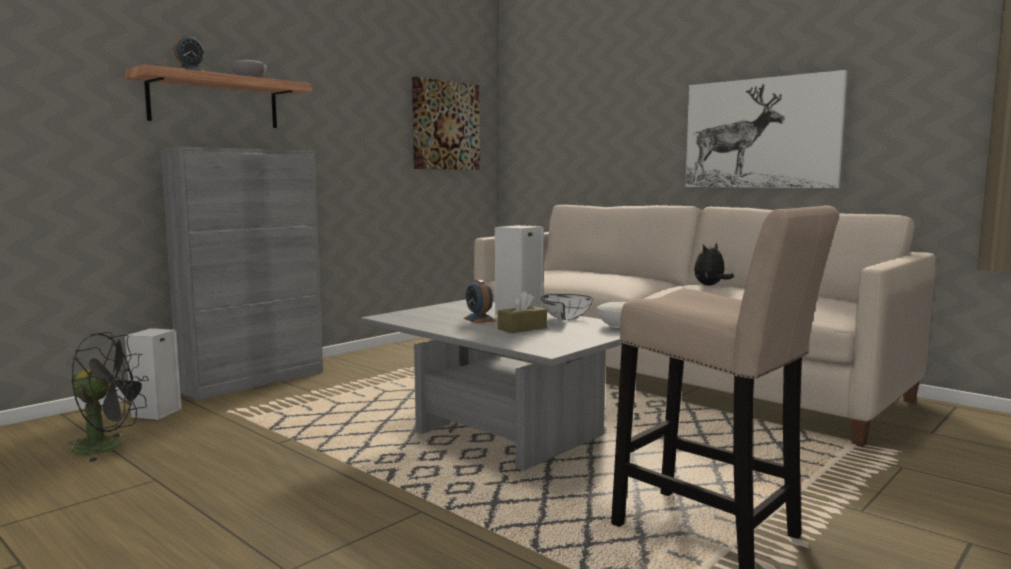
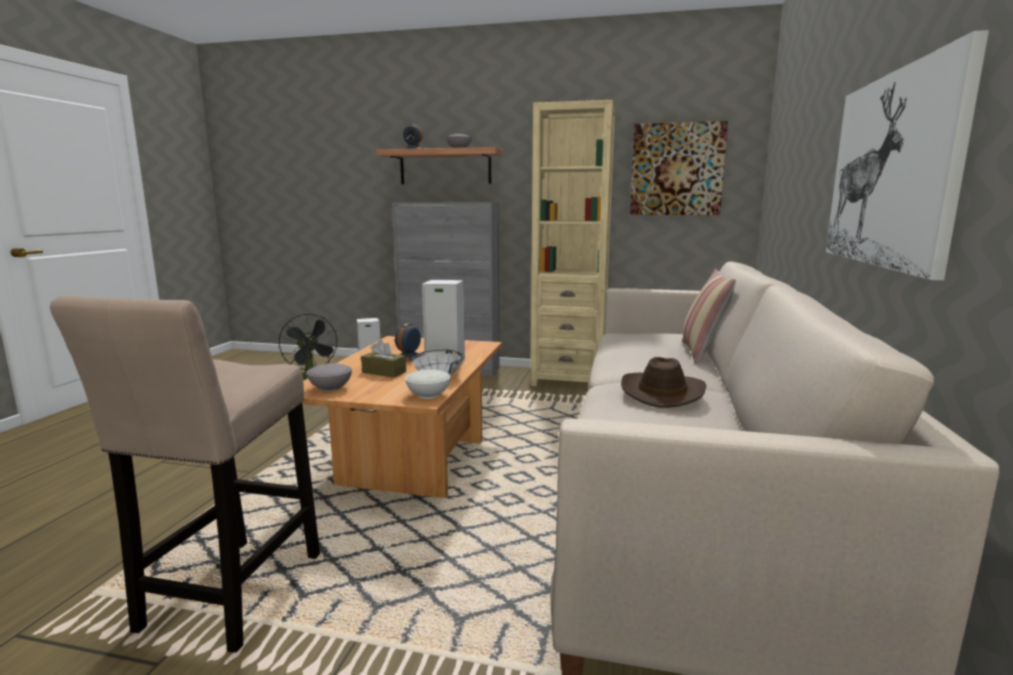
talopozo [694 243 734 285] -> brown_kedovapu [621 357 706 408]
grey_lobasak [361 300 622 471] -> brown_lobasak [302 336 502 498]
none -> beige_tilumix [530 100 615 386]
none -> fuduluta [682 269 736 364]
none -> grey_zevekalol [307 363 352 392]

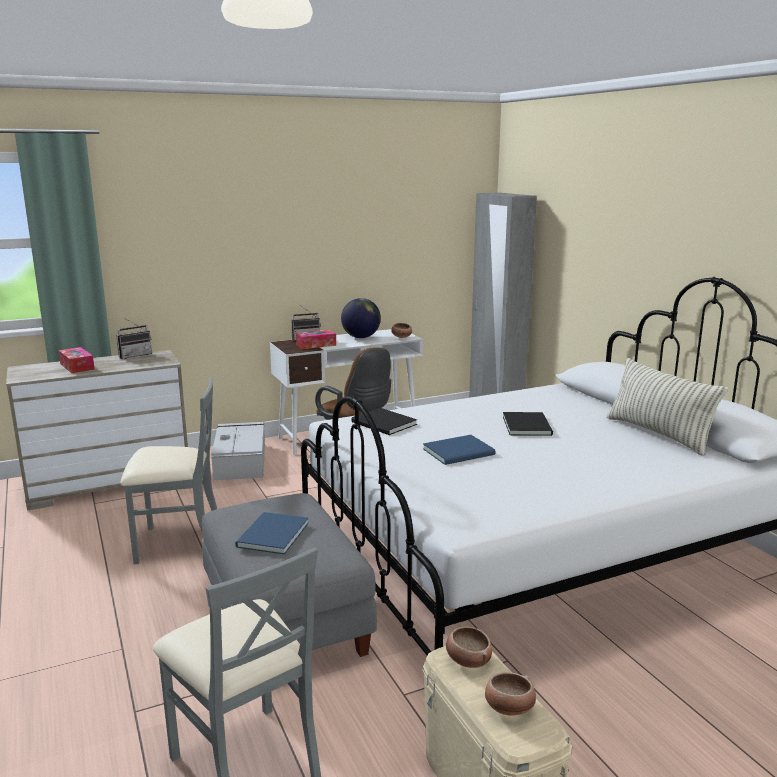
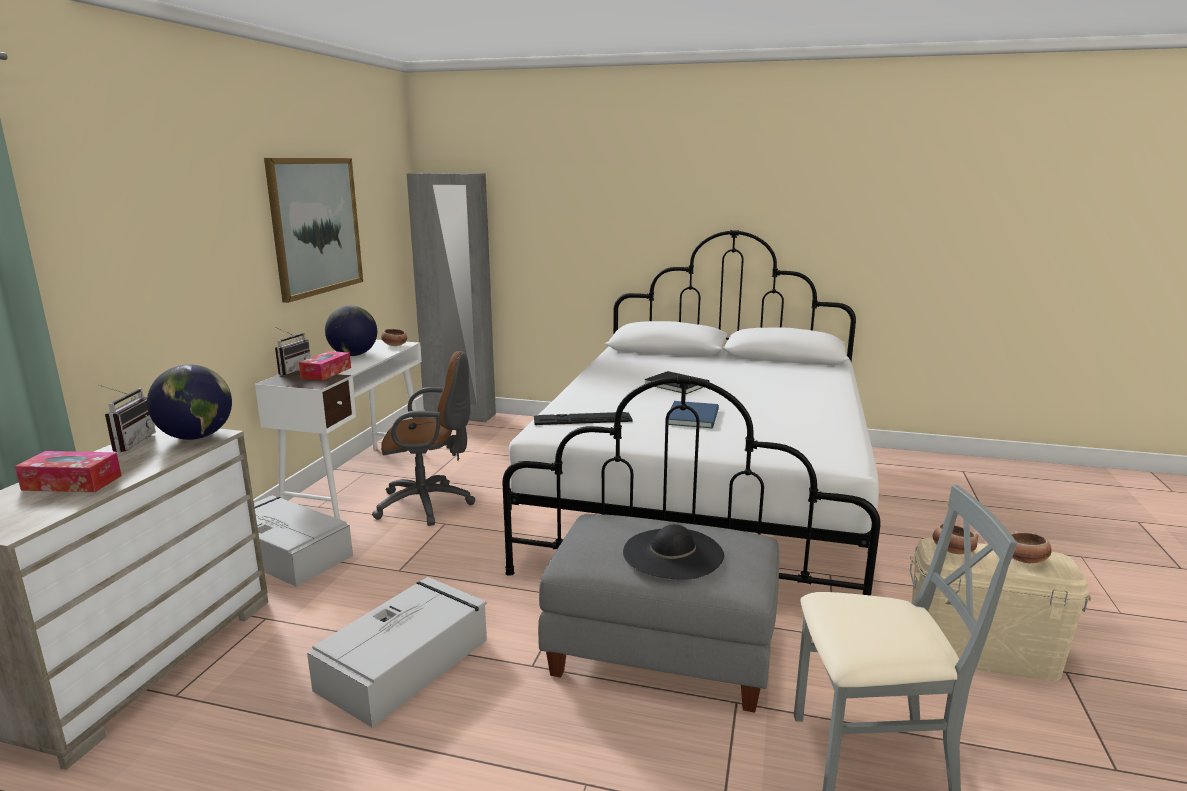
fuduluta [607 358 728 456] -> none
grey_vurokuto [121 377 217 564] -> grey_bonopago [307 577 487 727]
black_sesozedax [352 408 417 435] -> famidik [534 412 633 425]
blue_sesozedax [235 512 309 555] -> black_kedovapu [623 524 724 580]
none -> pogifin [264 158 363 303]
none -> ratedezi [147 364 232 440]

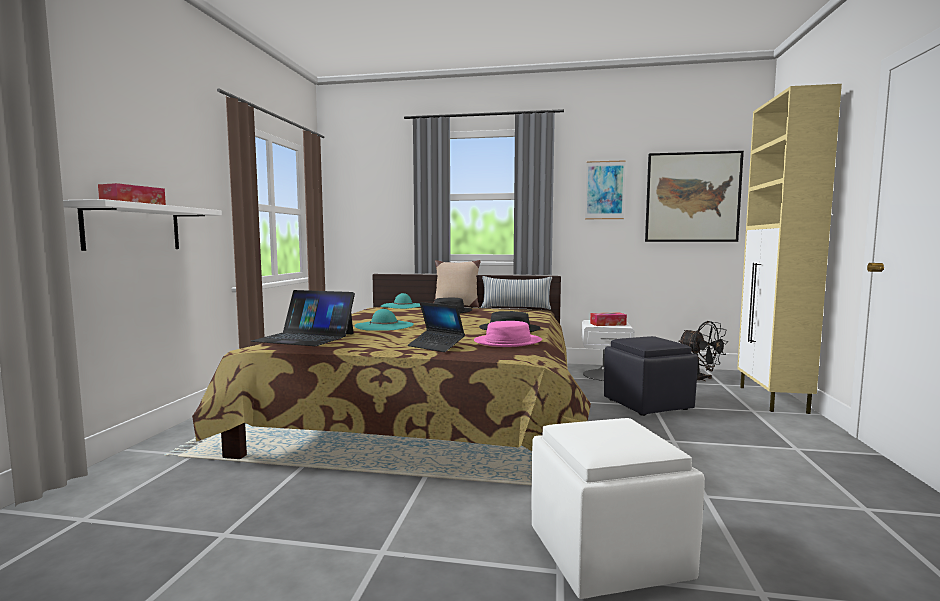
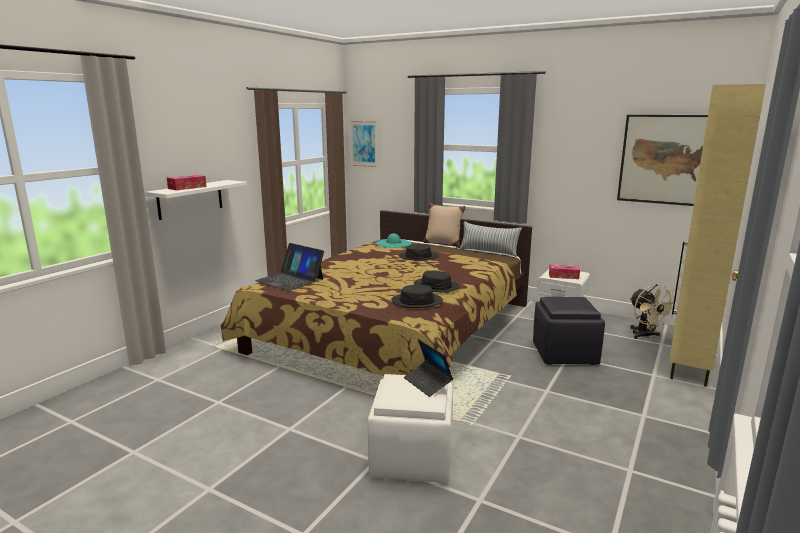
pogifin [585 160 626 219] -> pogifin [351 121 377 167], relocated
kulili [408 302 465 352] -> kulili [404 339 453 397], relocated
turquoise_kedovapu [354 309 414 331] -> none
pink_kedovapu [474 321 542 347] -> black_kedovapu [391 285 443 308]
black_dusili [679 321 728 381] -> beige_dusili [630 284 677 339]

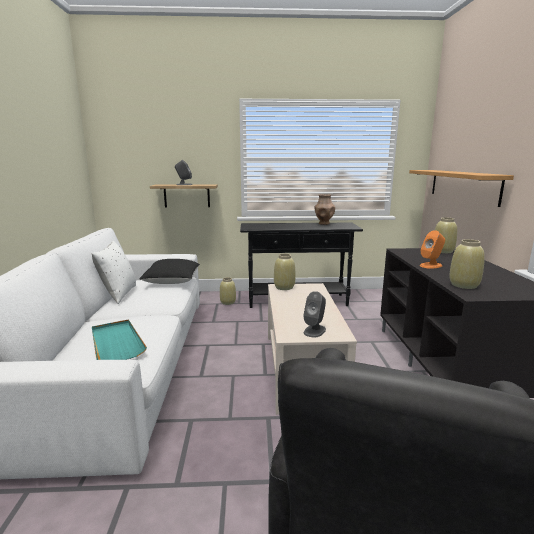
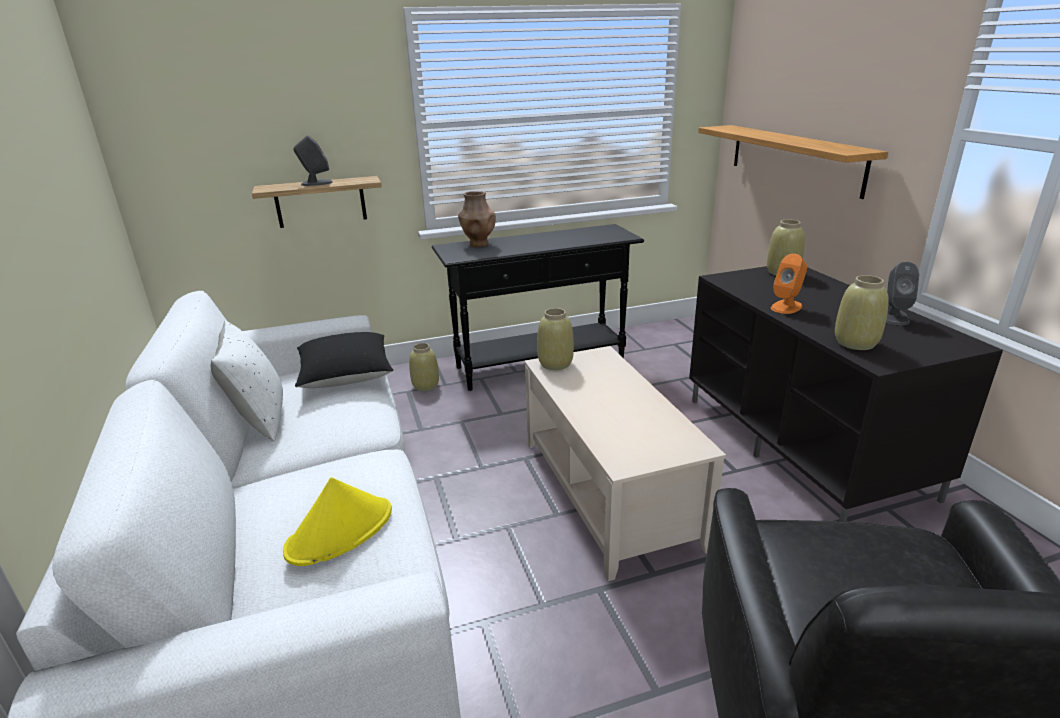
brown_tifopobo [315 194 335 225] -> brown_tifopobo [458 191 496 247], relocated
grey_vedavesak [303 291 326 338] -> grey_vedavesak [886 262 919 325], relocated
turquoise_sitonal [92 319 147 360] -> yellow_kedovapu [283 477 392 566]

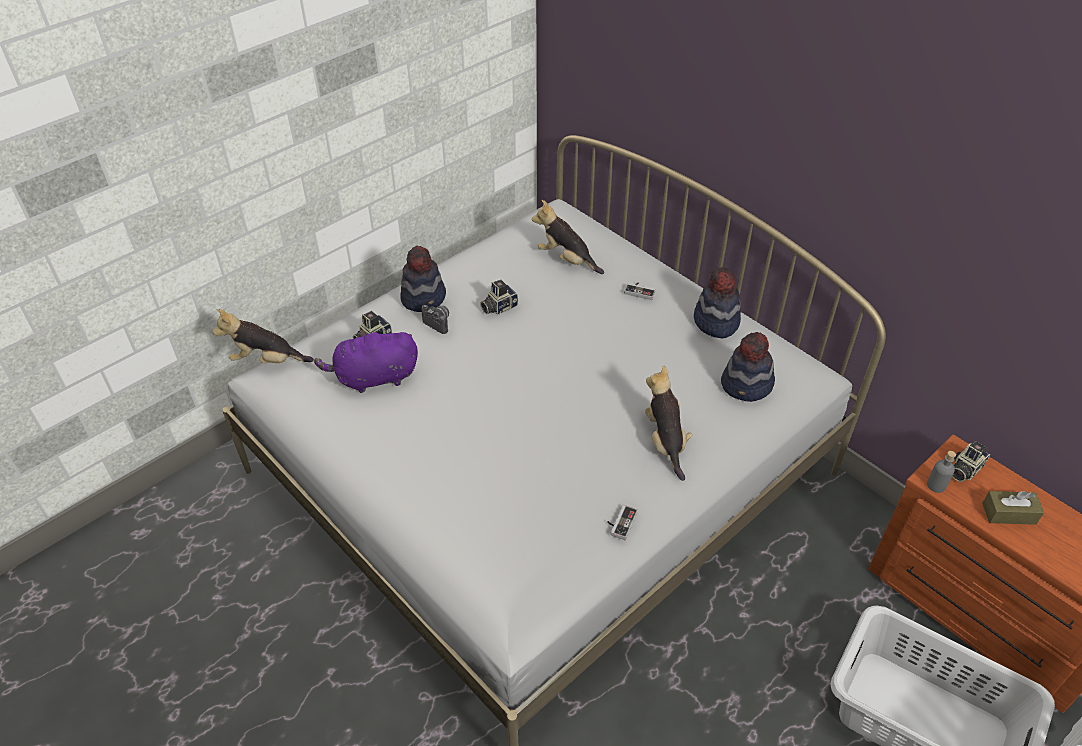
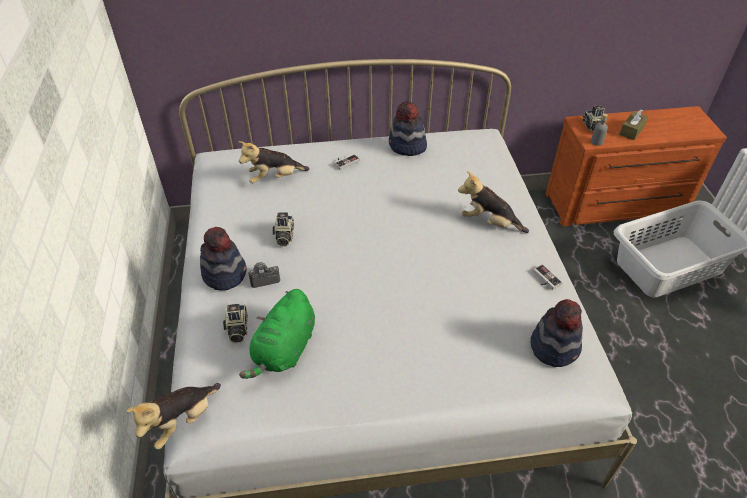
purple_talopozo [314 329 418 393] -> green_talopozo [239 289 315 379]
kedovapu [721 332 775 402] -> kedovapu [531 299 583 367], relocated

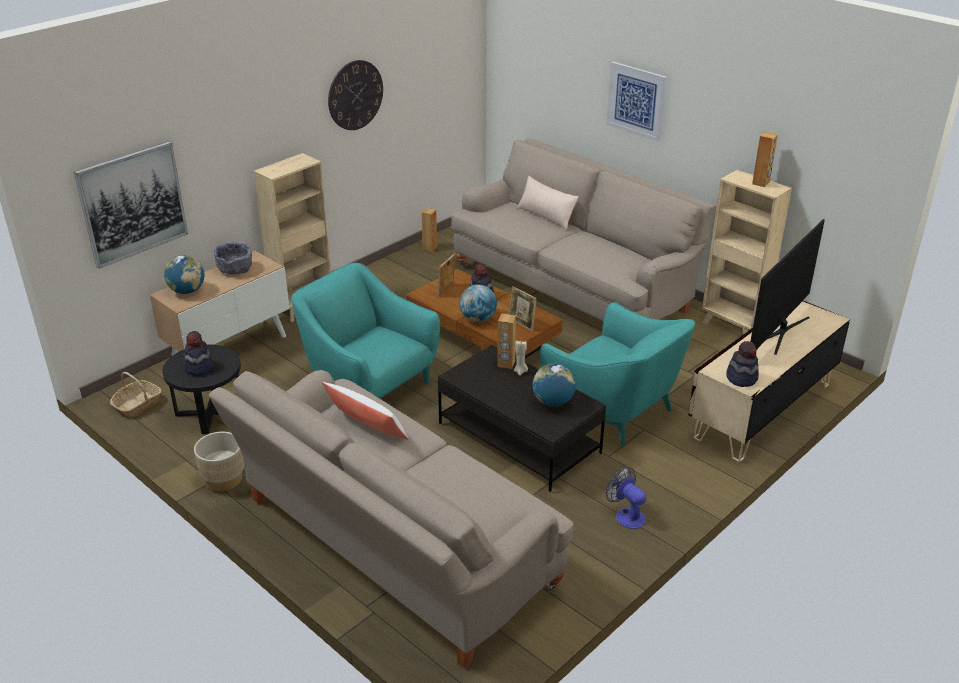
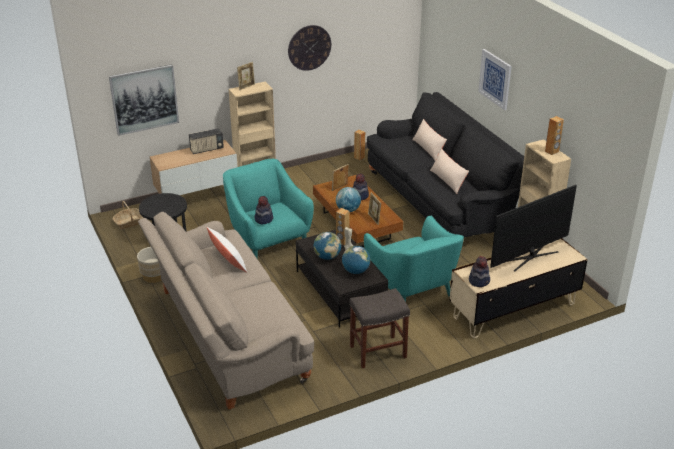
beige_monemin [451 138 716 321] -> black_monemin [367 92 524 238]
grey_zevekalol [214 241 252 275] -> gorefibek [189 128 224 154]
ratedezi [164 255 204 294] -> ratedezi [314 232 341 260], relocated
kedovapu [184 331 214 376] -> kedovapu [255 196 273 224], relocated
dusili [606 467 646 529] -> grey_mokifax [349 288 410 369]
none -> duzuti [237 62 255 90]
none -> beige_fuduluta [430 148 469 194]

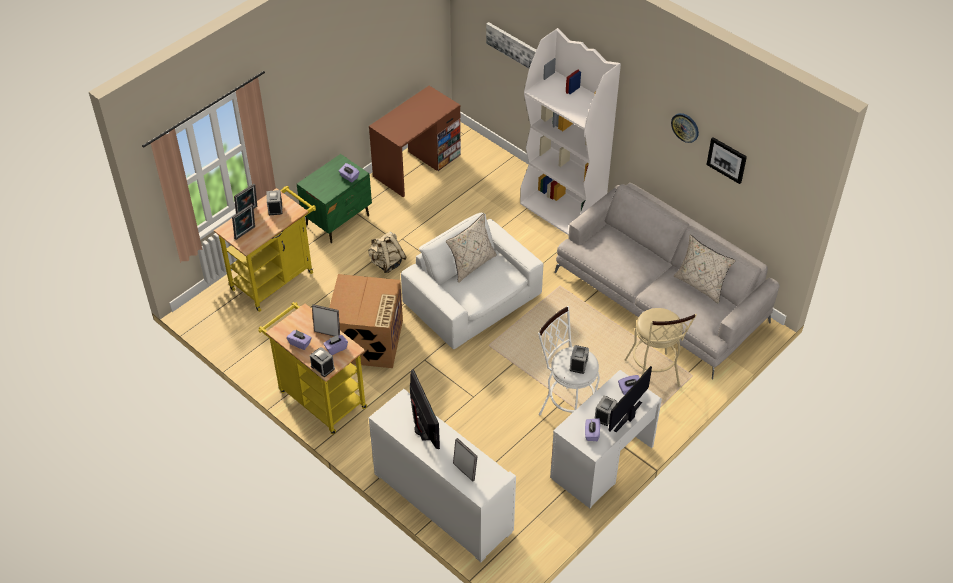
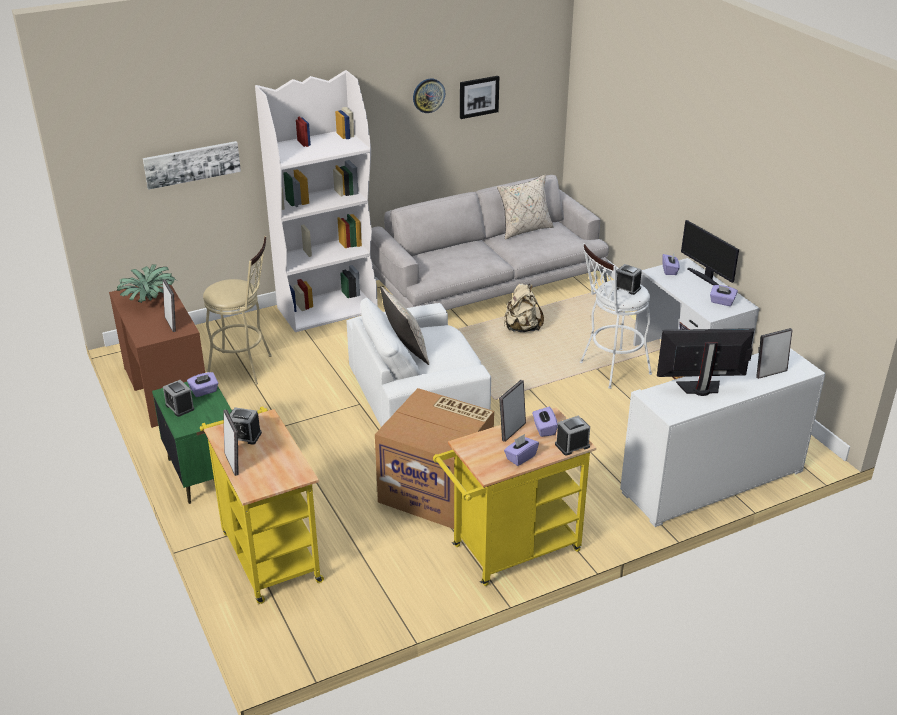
duzuti [232 204 255 240] -> duzuti [163 279 176 332], relocated
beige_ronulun [368 231 406 273] -> beige_ronulun [504 283 544 332], relocated
beige_mokifax [624 308 697 387] -> beige_mokifax [203 236 272 385], relocated
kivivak [594 395 618 426] -> kivivak [163 380 194 417], relocated
none -> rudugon [116 264 177 303]

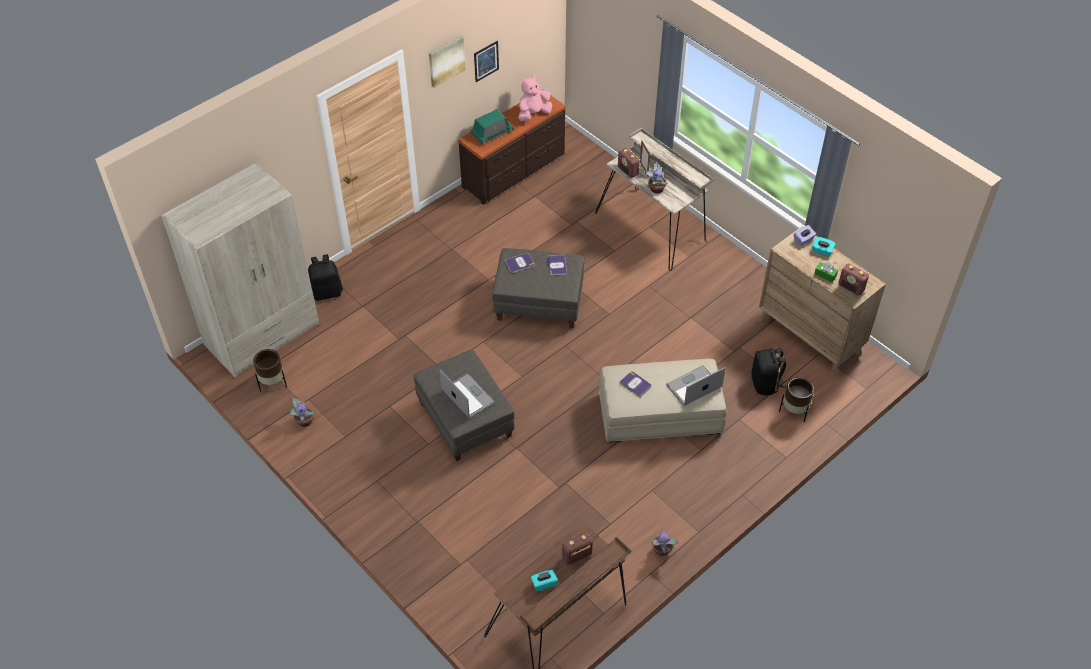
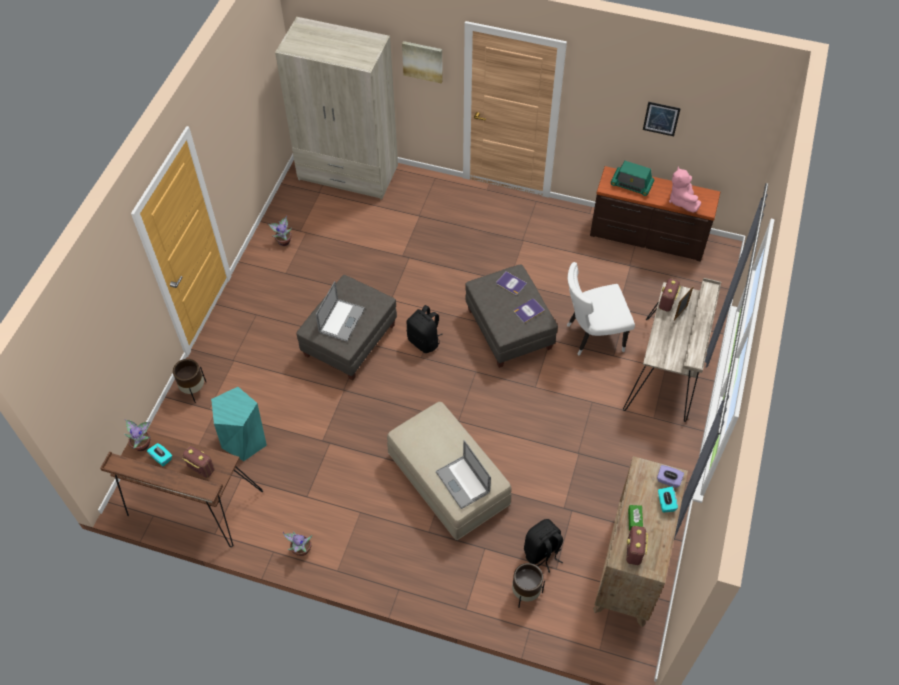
pogifin [429 36 465 88] -> pogifin [402 41 443 83], relocated
pink_talopozo [518 75 552 121] -> pink_talopozo [669 166 701 213], 120 degrees counterclockwise
rudugon [645 160 668 194] -> rudugon [124 419 151 451], relocated
black_ronulun [308 254 343 301] -> black_ronulun [407 305 443 353], relocated
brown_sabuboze [253 349 287 392] -> brown_sabuboze [173 359 206 403], relocated
kulili [666 365 725 406] -> kulili [436 440 491 509], 150 degrees counterclockwise
sesozedax [619 371 652 398] -> none
none -> white_vurokuto [567 262 635 356]
none -> turquoise_mokifax [211 387 267 461]

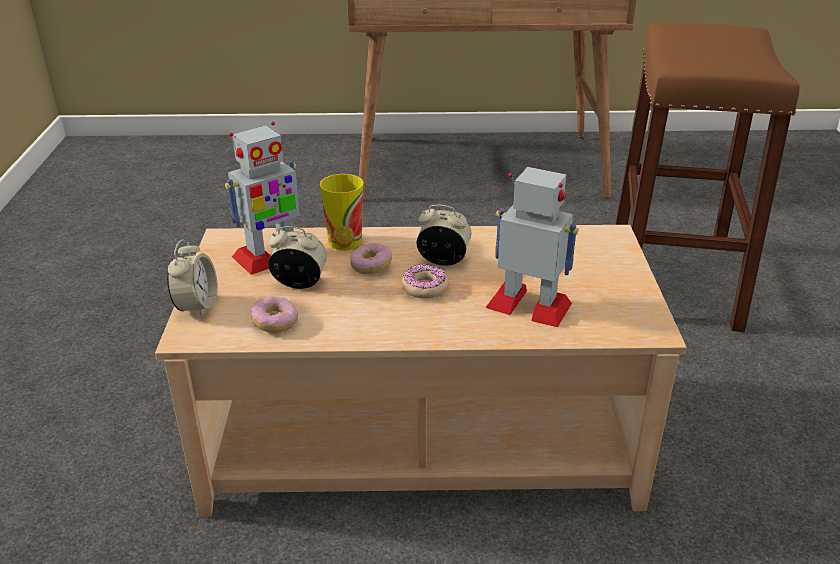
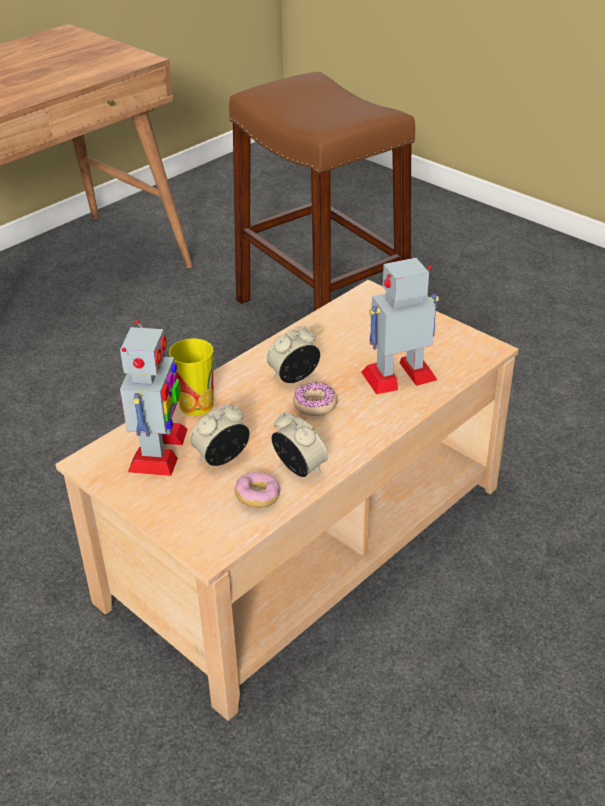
kivivak [167 239 218 318] -> kivivak [272 412 328 477], relocated
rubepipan [350 243 392 274] -> none

